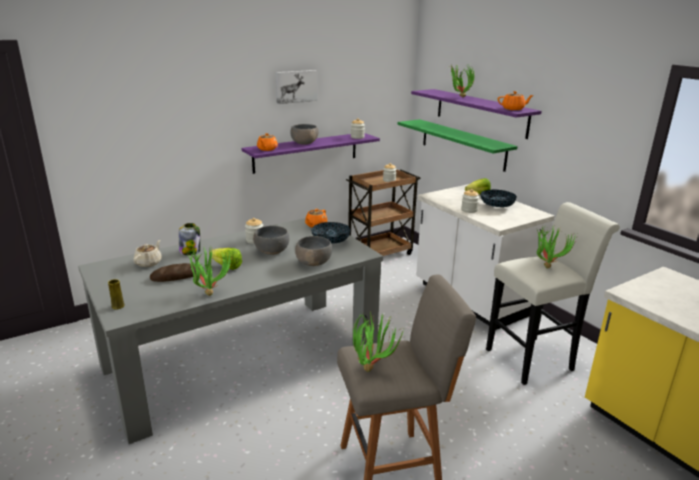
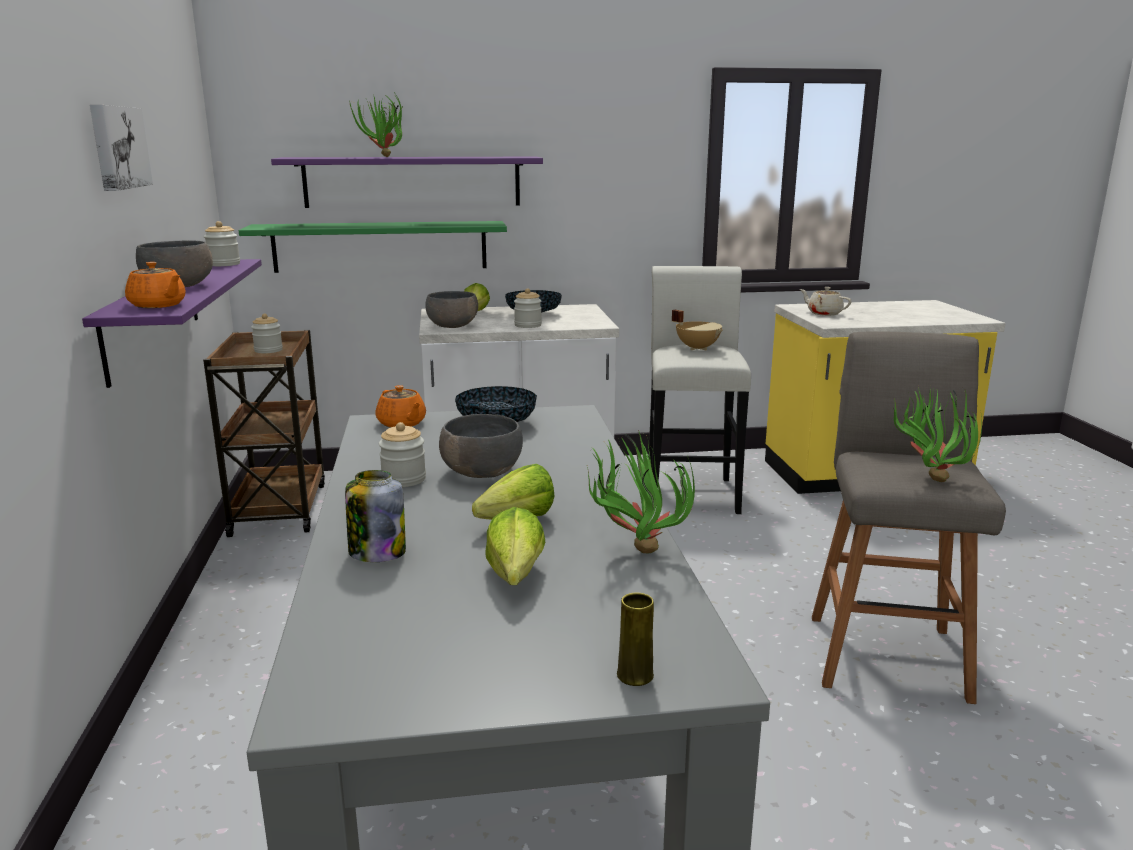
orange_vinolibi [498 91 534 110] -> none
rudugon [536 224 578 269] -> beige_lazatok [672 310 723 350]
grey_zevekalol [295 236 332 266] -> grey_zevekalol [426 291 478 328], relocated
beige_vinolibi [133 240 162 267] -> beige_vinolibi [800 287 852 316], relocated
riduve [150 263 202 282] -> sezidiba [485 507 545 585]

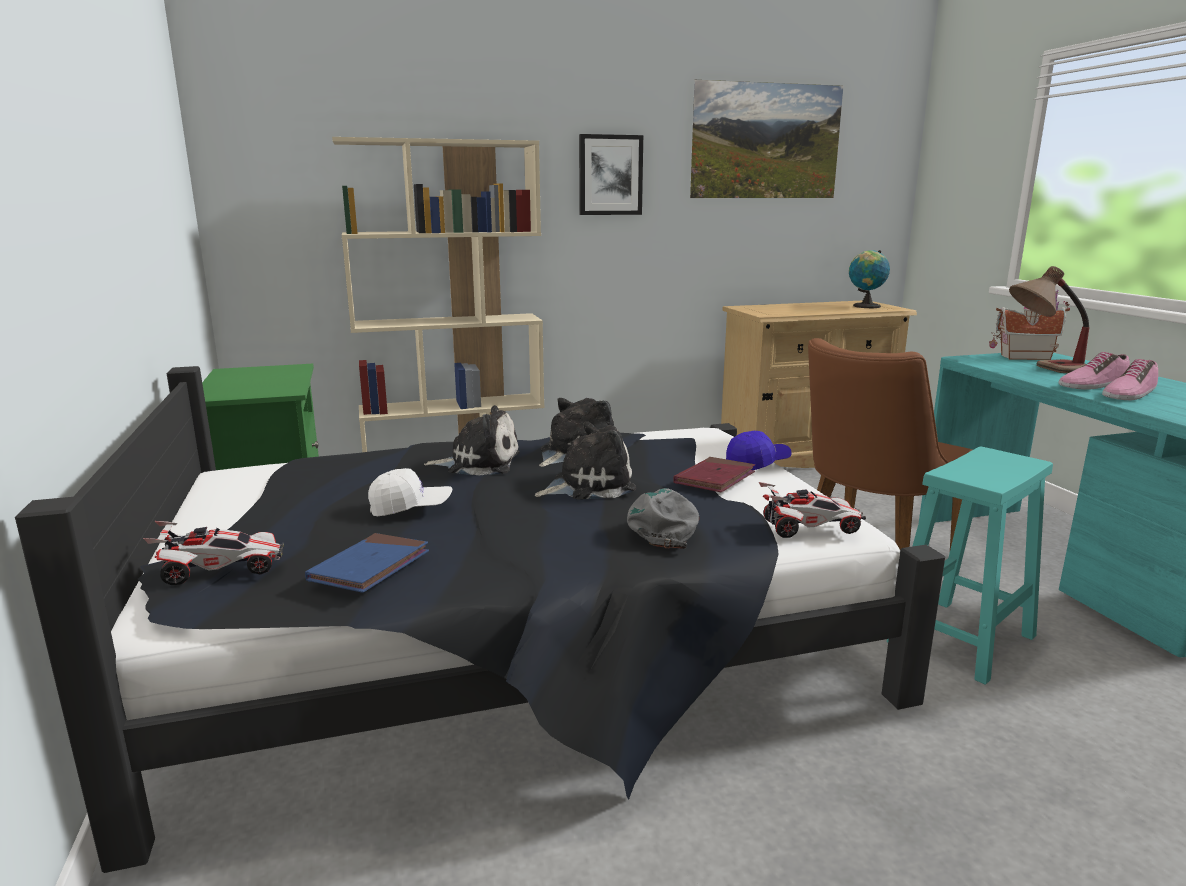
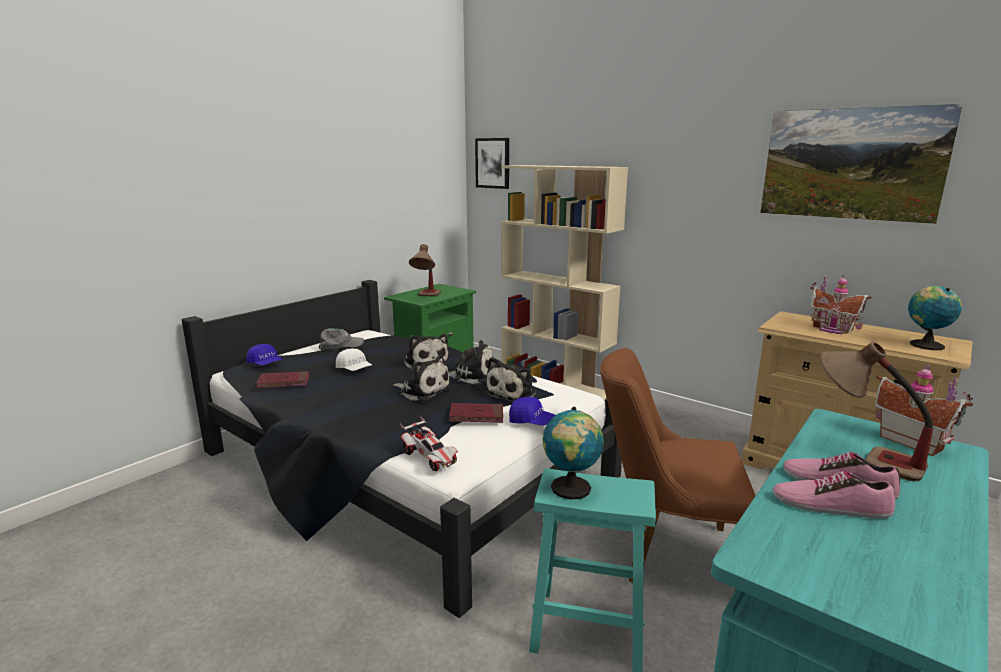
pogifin [579 134 643 215] -> pogifin [475 138 509 189], relocated
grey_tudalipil [627 488 700 549] -> grey_tudalipil [319 328 364 351], relocated
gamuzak [143 521 284 585] -> blue_tudalipil [246 344 283 366]
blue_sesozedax [305 533 429 593] -> red_sesozedax [256 371 310 388]
none -> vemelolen [409 244 441 296]
none -> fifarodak [811 275 872 334]
none -> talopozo [484 357 536 402]
none -> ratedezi [543 407 604 500]

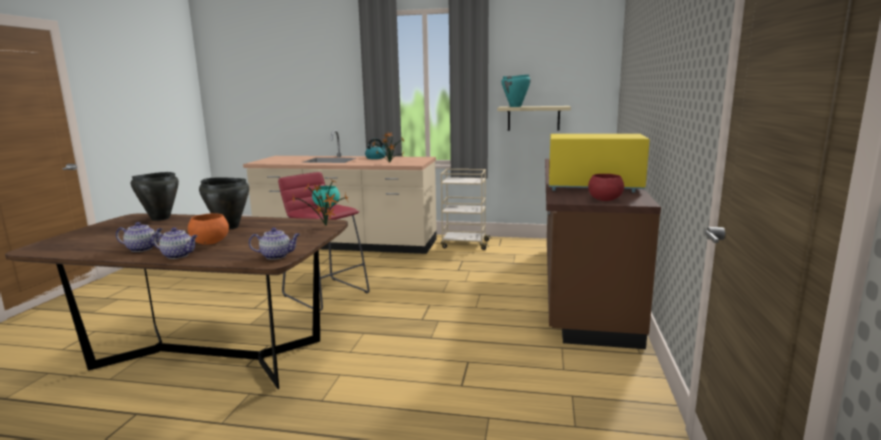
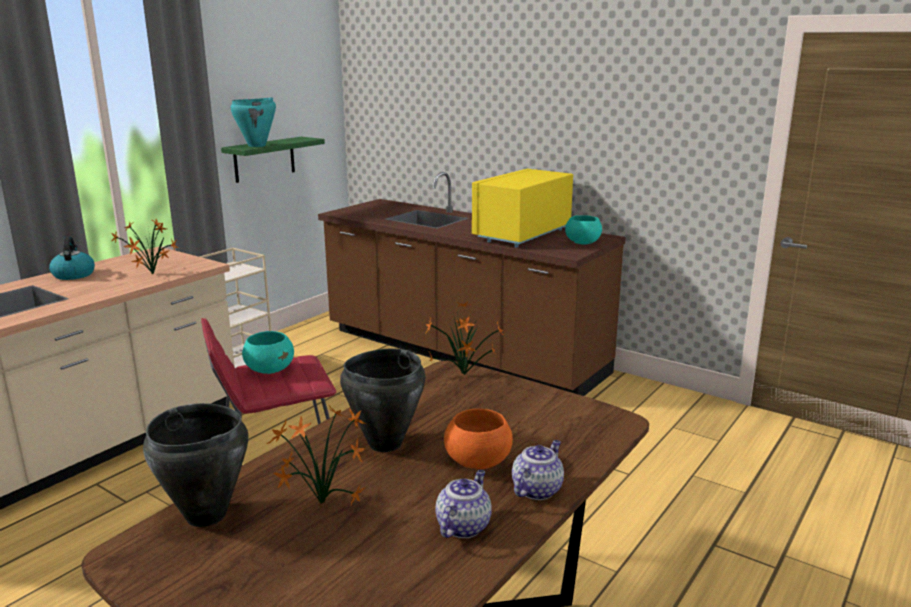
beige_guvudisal [497 106 571 131] -> green_guvudisal [221 137 325 183]
red_zevekalol [588 174 624 201] -> turquoise_zevekalol [565 215 602 245]
vinolibi [249 228 300 260] -> none
none -> rudugon [267 406 366 505]

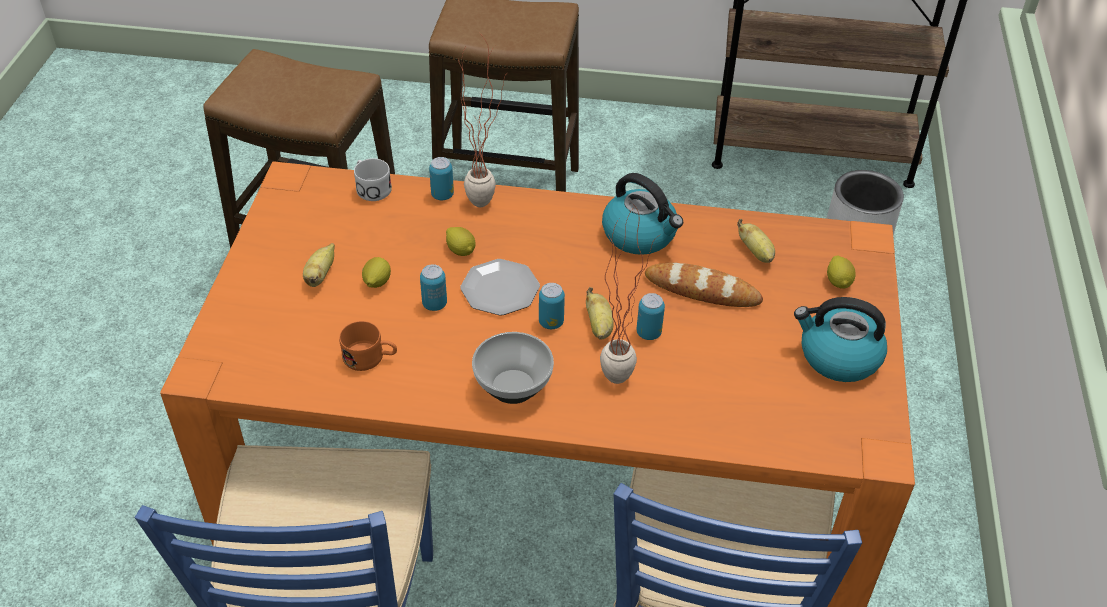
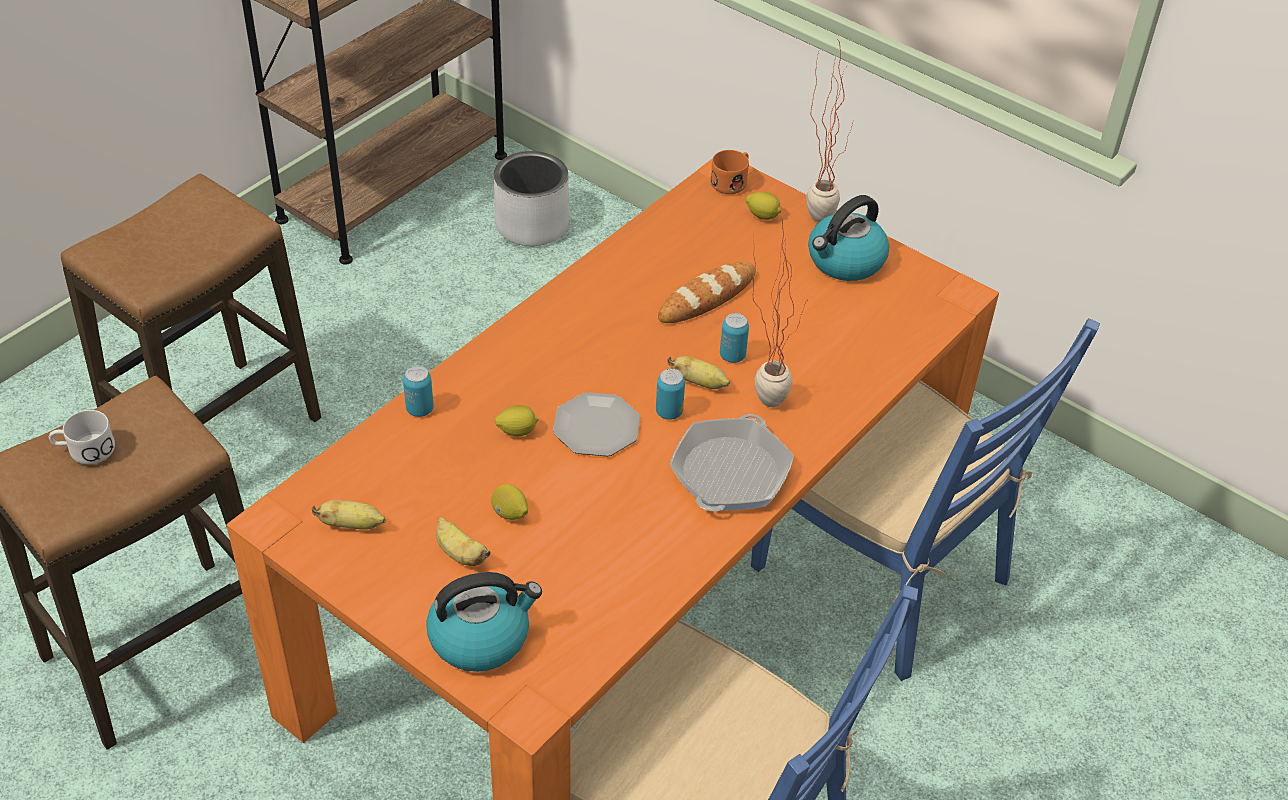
rudugon [458 32 509 207] -> rudugon [806 39 853 222], relocated
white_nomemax [354 158 392 201] -> white_nomemax [49 410 115 464], relocated
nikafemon [602 173 683 255] -> nikafemon [426 572 542 672], relocated
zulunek [737 219 775 263] -> zulunek [312 500 385 530], relocated
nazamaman [420 264 447 311] -> none
orange_nomemax [339 321 397 371] -> orange_nomemax [711 150 749 194], relocated
zevekalol [472 332 554 404] -> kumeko [669 414 794 511]

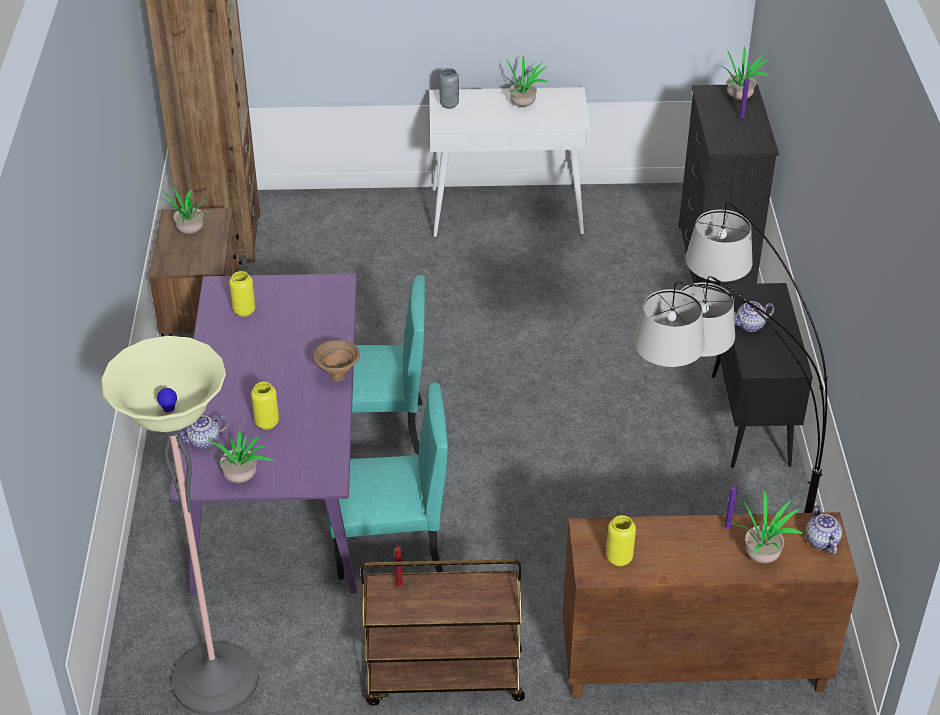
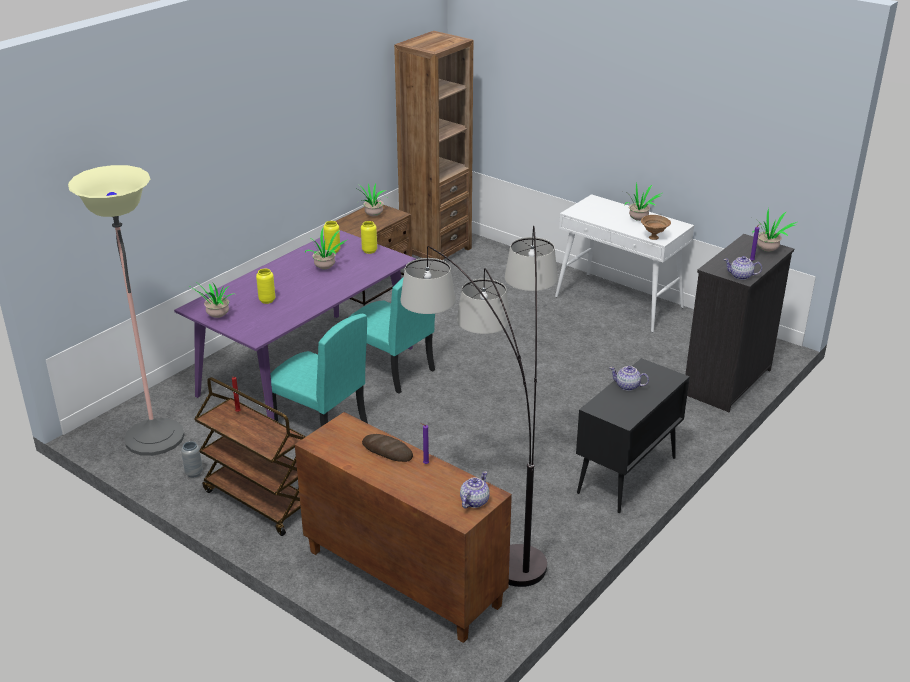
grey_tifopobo [439 68 459 109] -> grey_tifopobo [181 441 203 478], relocated
brown_zevekalol [314 340 360 381] -> brown_zevekalol [641 215 671 240], relocated
vinolibi [179 415 229 449] -> vinolibi [724 256 762 280], relocated
rudugon [726 489 803 563] -> rudugon [305 228 347 269], relocated
yellow_tifopobo [606 515 636 566] -> yellow_tifopobo [361 221 377 254], relocated
none -> riduve [362 434 413 462]

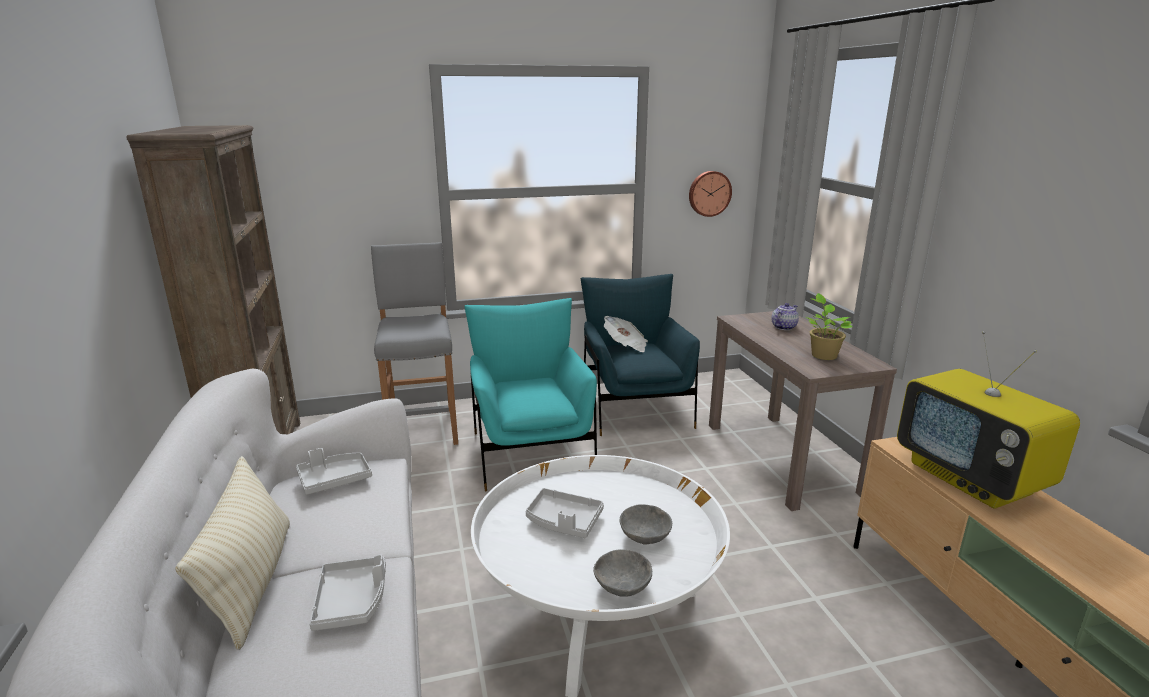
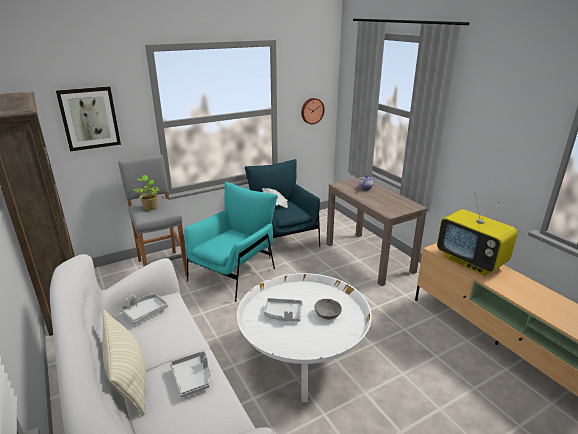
rudugon [806 293 853 360] -> rudugon [133 175 160 210], relocated
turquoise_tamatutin [464 298 597 492] -> turquoise_tamatutin [184 182 278 302], 60 degrees clockwise
grey_zevekalol [593 549 652 597] -> none
none -> pogifin [56 86 121 152]

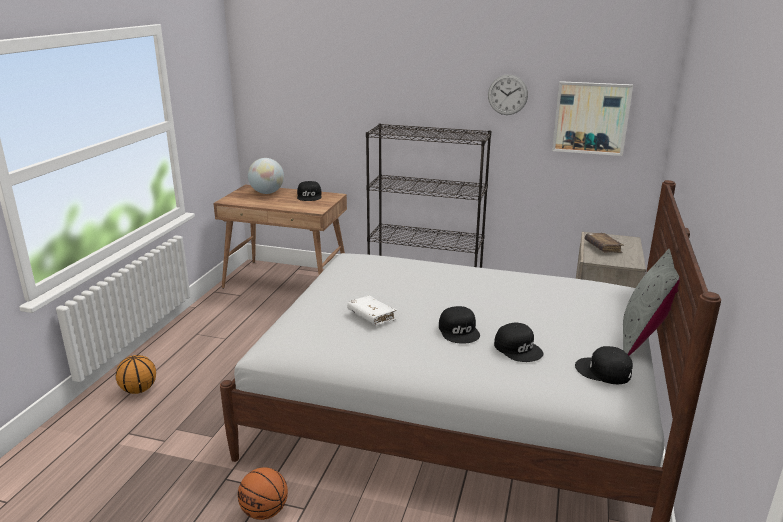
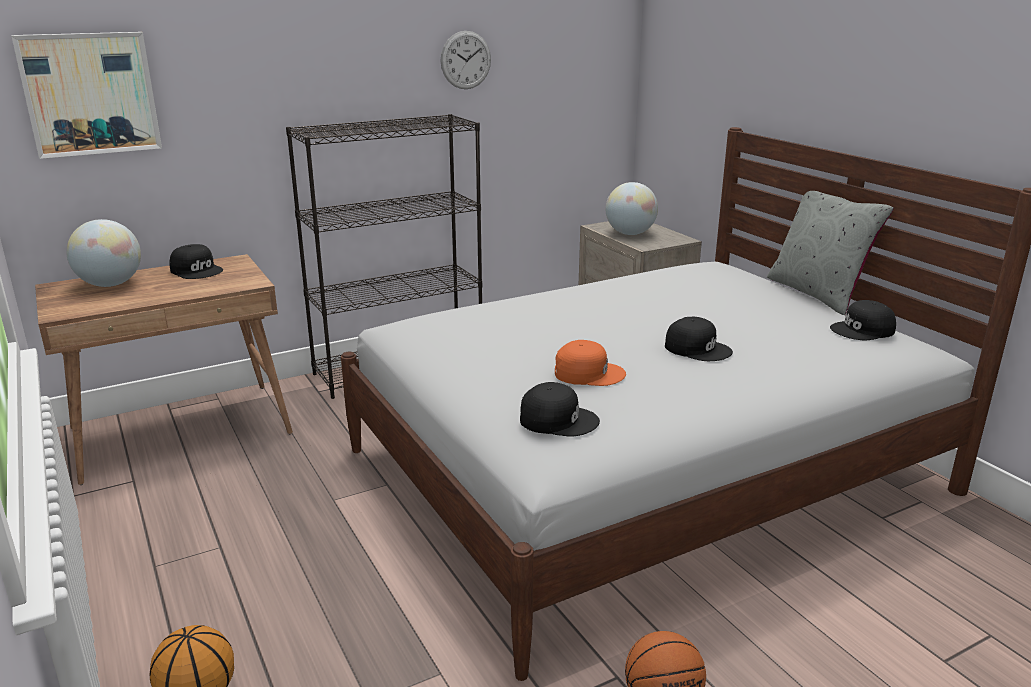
pogifin [552 81 633 156] -> pogifin [11 32 162 159], relocated
brown_sesozedax [585 233 623 253] -> ratedezi [606 182 658 235]
white_sesozedax [347 295 397 325] -> orange_tudalipil [555 340 626 386]
black_tudalipil [494 322 544 362] -> black_tudalipil [520 382 600 436], relocated

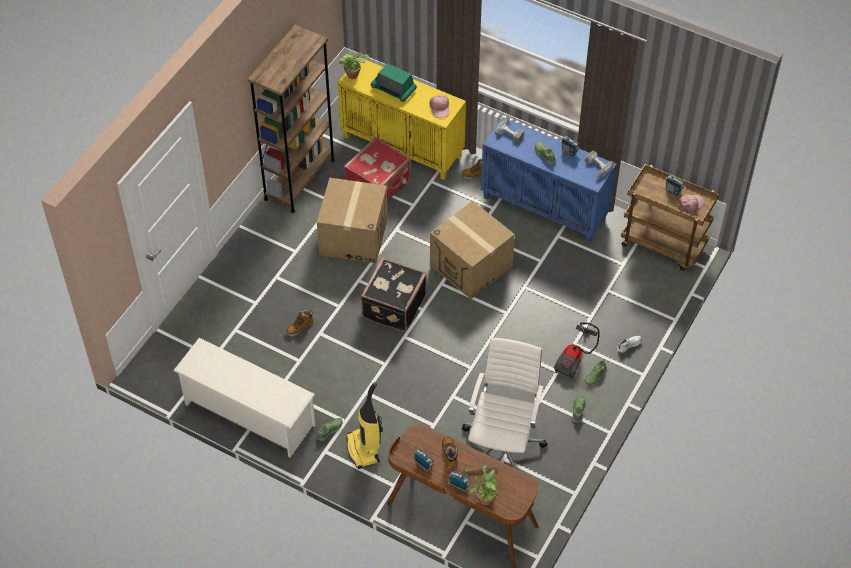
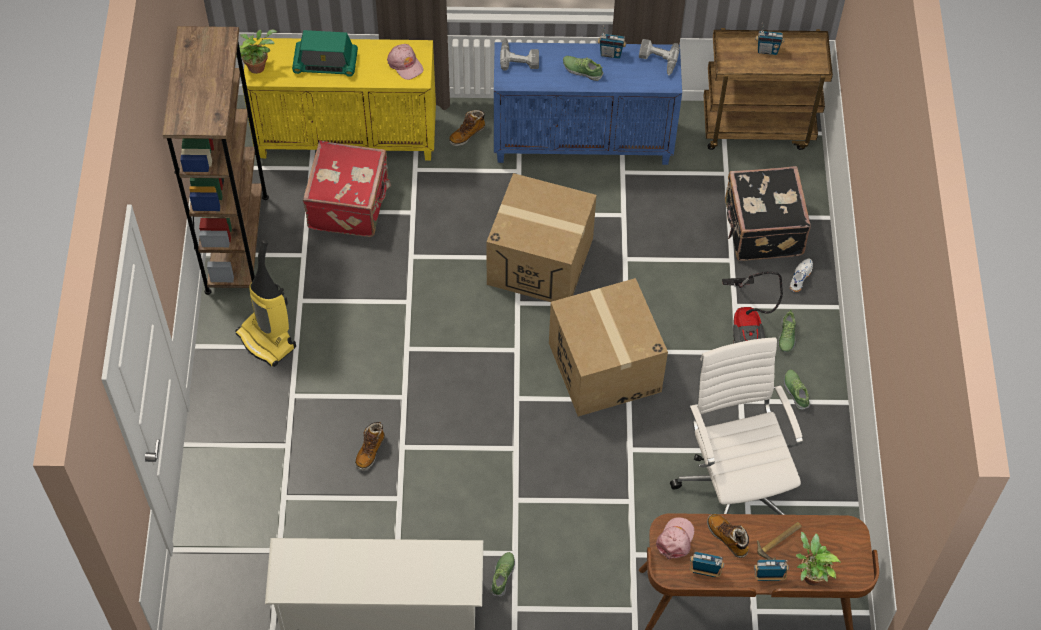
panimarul [317 178 388 263] -> panimarul [549 278 668 416], relocated
pink_tudalipil [678 194 704 213] -> pink_tudalipil [656 517 694 559], relocated
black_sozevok [361 257 427 332] -> black_sozevok [725 166 811 261], relocated
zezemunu [346 382 383 469] -> zezemunu [235 239 296 367], relocated

